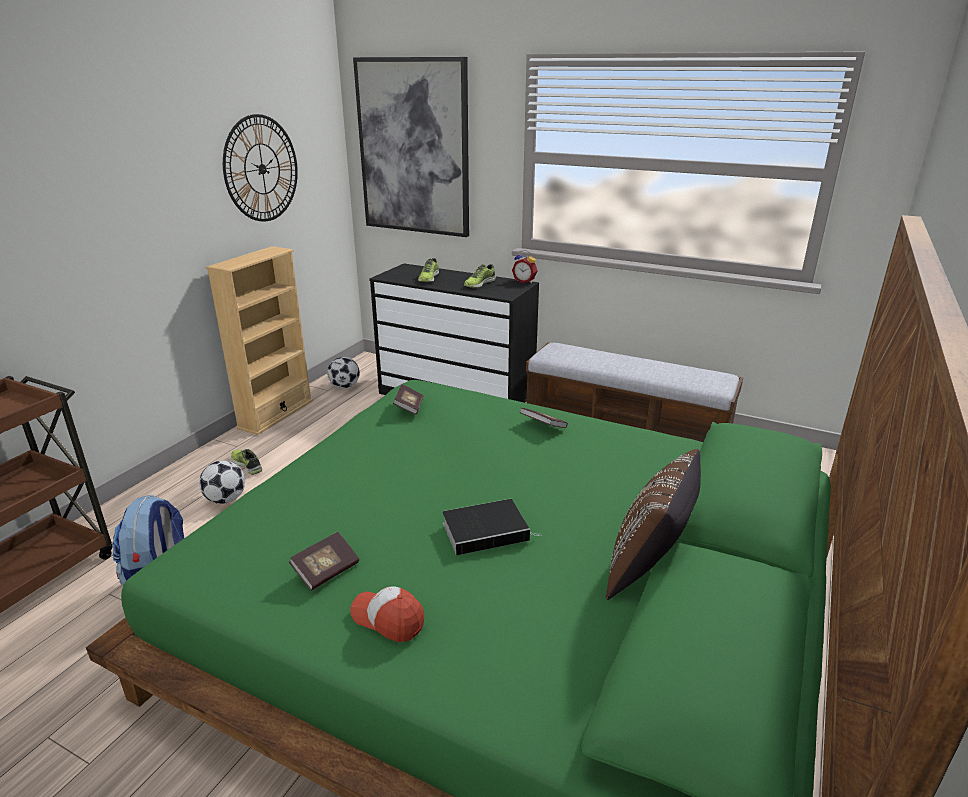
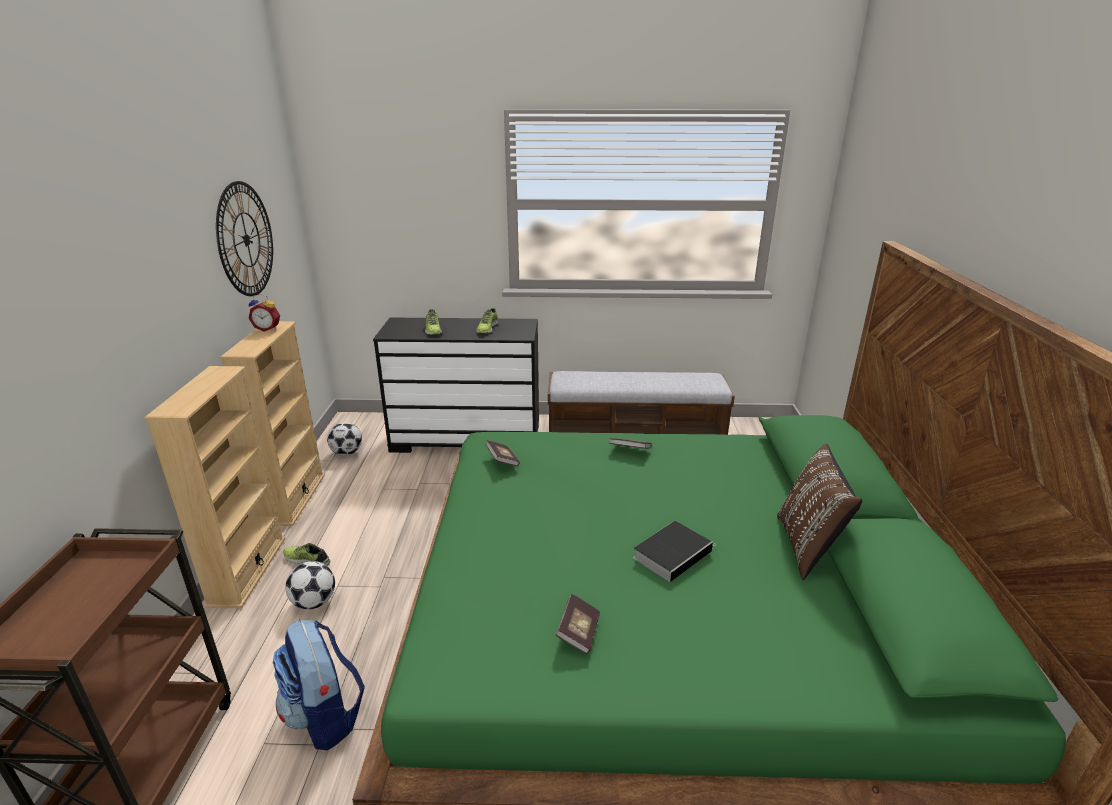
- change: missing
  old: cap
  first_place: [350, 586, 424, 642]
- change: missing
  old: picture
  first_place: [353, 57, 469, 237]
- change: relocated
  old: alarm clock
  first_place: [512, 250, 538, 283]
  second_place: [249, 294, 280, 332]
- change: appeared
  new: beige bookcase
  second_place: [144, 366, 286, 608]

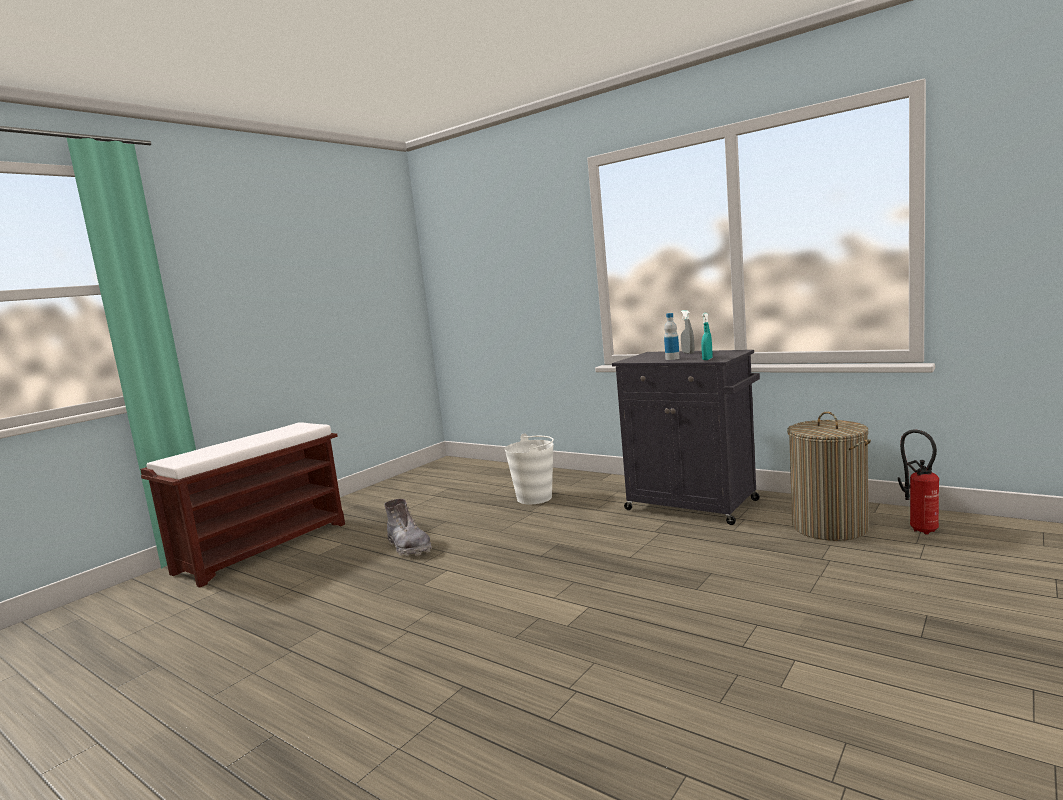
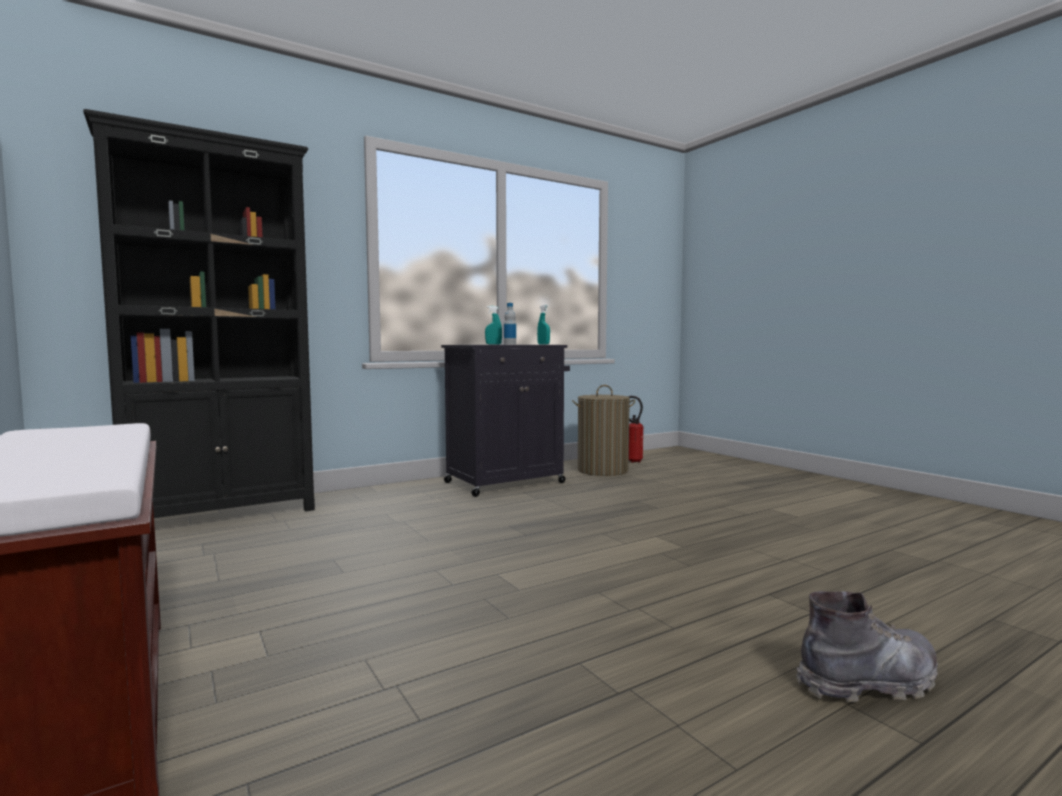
- change: relocated
  old: grey boot
  first_place: [384, 499, 432, 557]
  second_place: [796, 591, 938, 703]
- change: missing
  old: white bucket
  first_place: [505, 433, 554, 504]
- change: colour
  old: grey spray bottle
  new: turquoise spray bottle
  first_place: [681, 310, 694, 354]
  second_place: [485, 306, 502, 345]
- change: appeared
  new: black bookcase
  second_place: [83, 109, 315, 518]

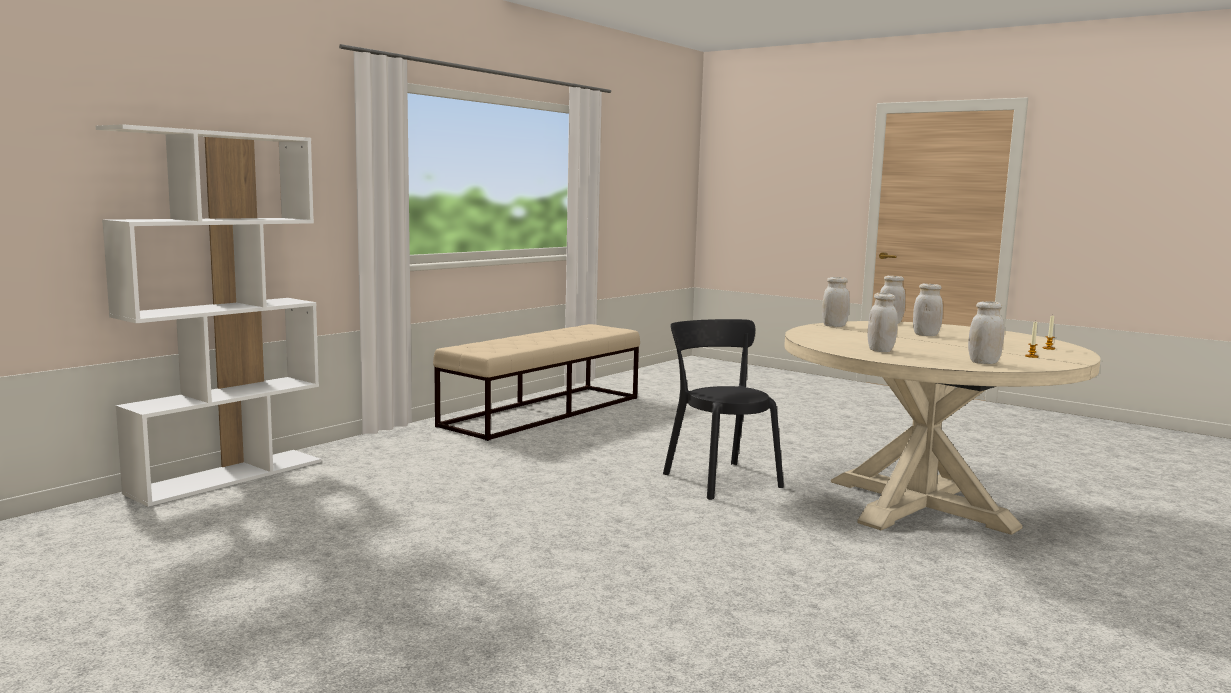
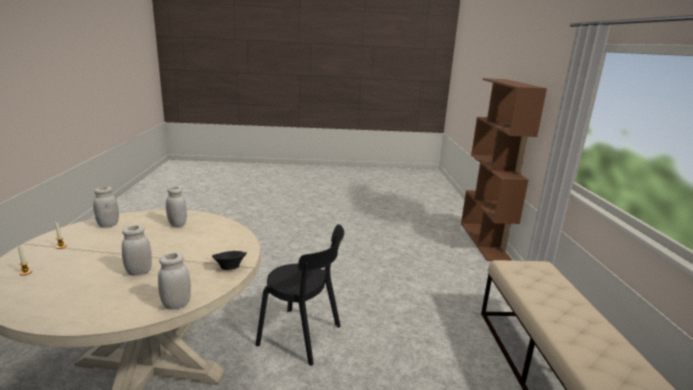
- change: colour
  old: white bookcase
  new: brown bookcase
  first_place: [96, 124, 321, 507]
  second_place: [461, 78, 547, 261]
- change: exchanged
  old: white jar
  new: black bowl
  first_place: [822, 277, 850, 327]
  second_place: [212, 251, 247, 270]

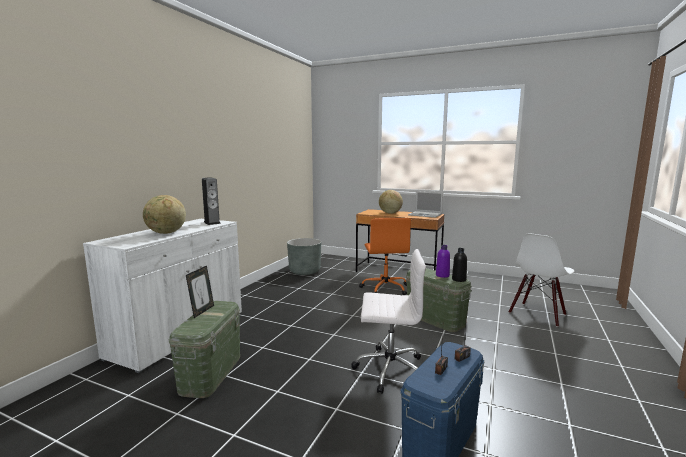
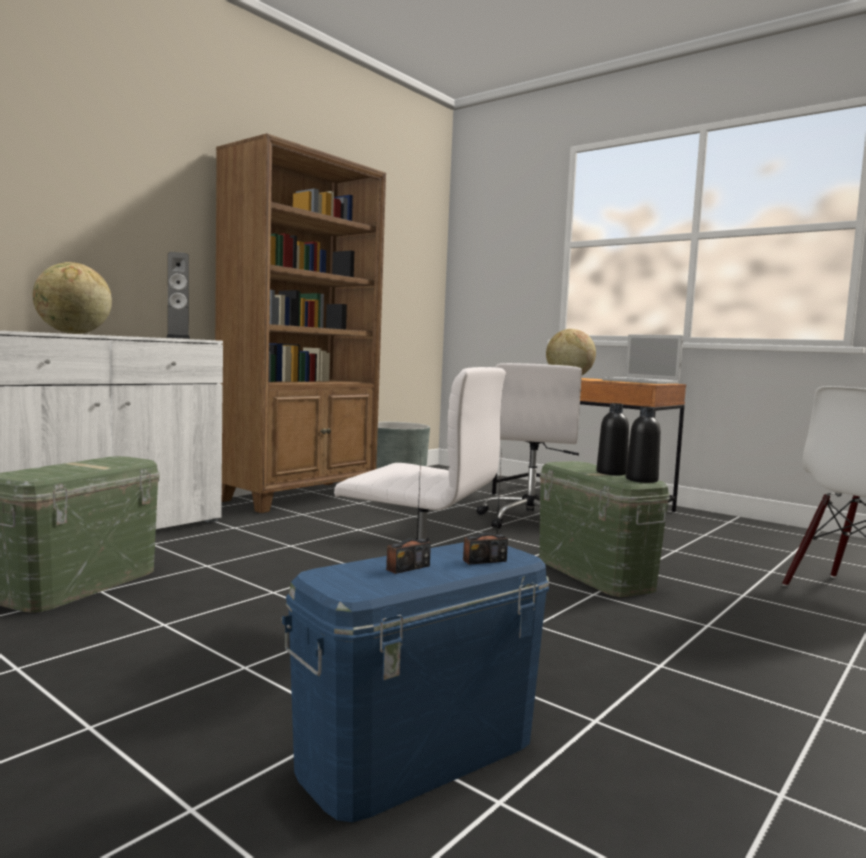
- change: missing
  old: picture frame
  first_place: [186, 266, 214, 318]
- change: colour
  old: orange office chair
  new: white office chair
  first_place: [359, 218, 411, 295]
  second_place: [477, 363, 582, 529]
- change: colour
  old: purple bottle
  new: black bottle
  first_place: [436, 245, 450, 278]
  second_place: [597, 403, 629, 475]
- change: appeared
  new: brown bookcase
  second_place: [215, 133, 386, 513]

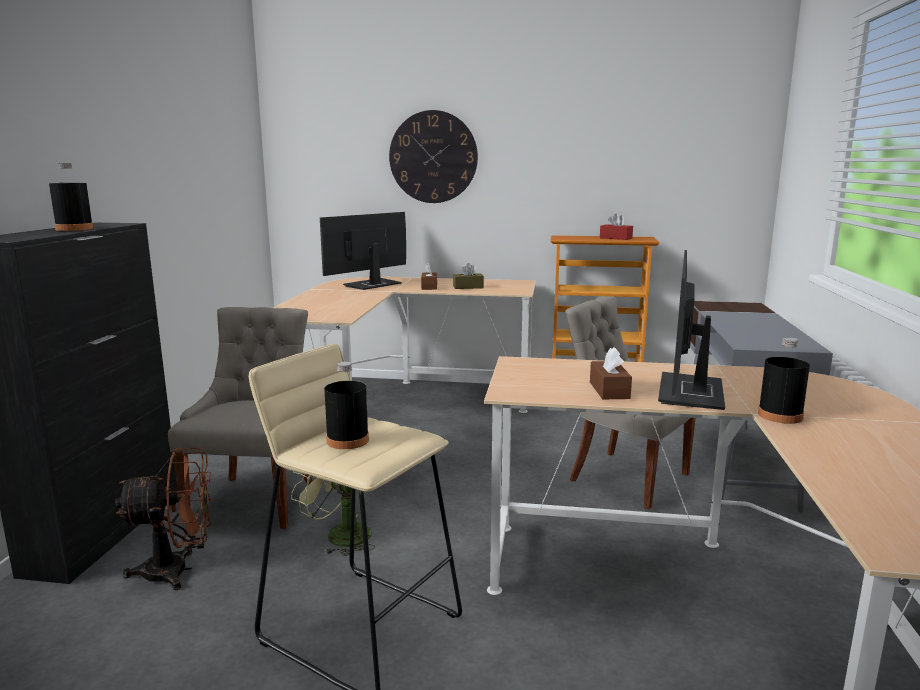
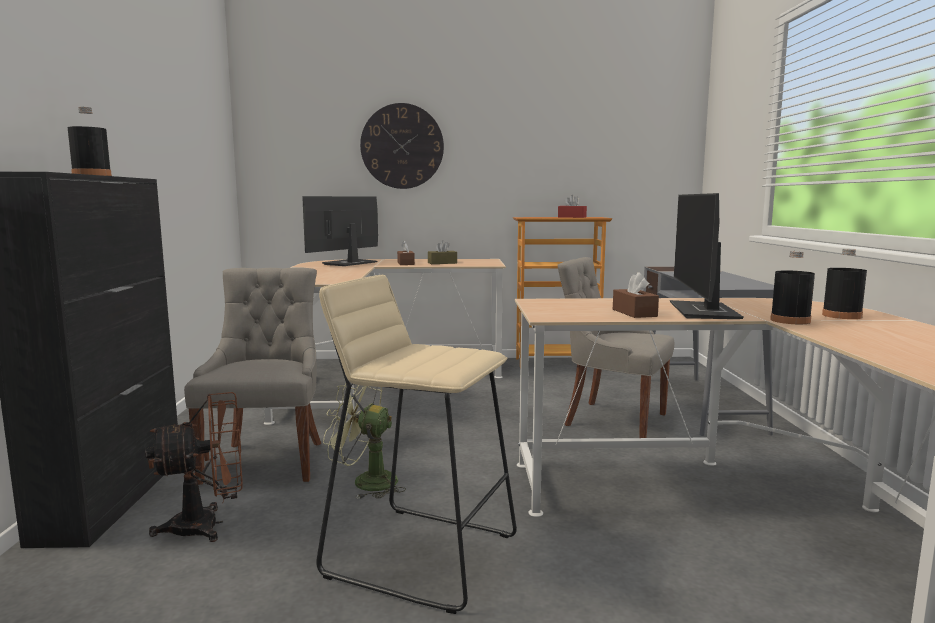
- change: relocated
  old: black bottle
  first_place: [324, 362, 369, 449]
  second_place: [822, 249, 867, 319]

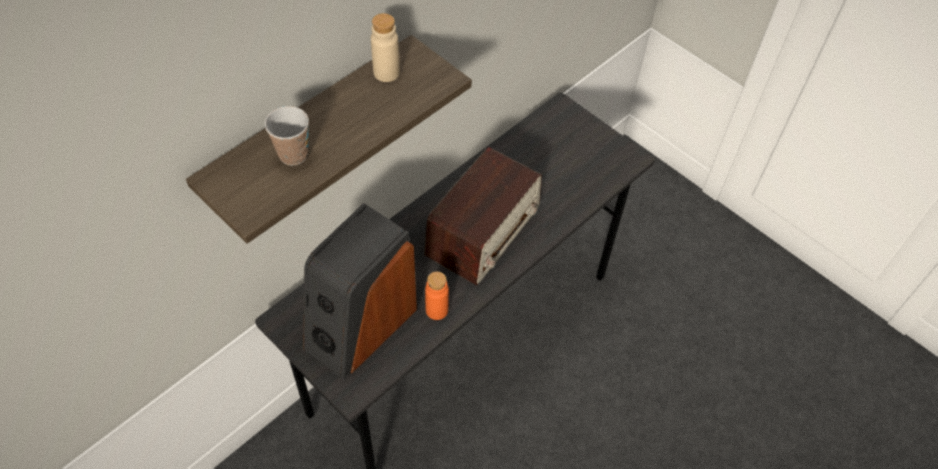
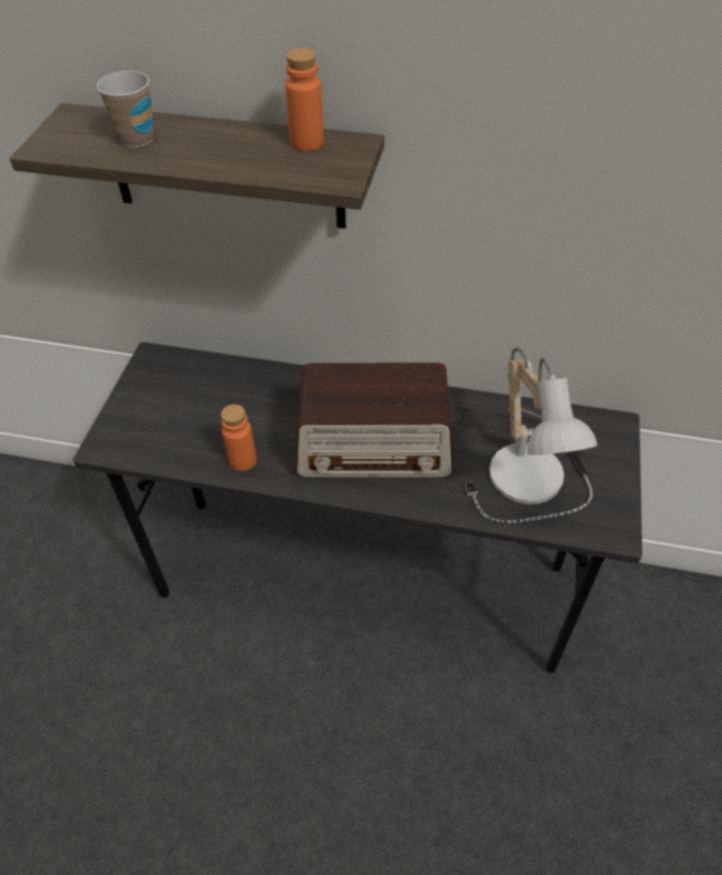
- change: missing
  old: speaker
  first_place: [303, 203, 417, 380]
- change: colour
  old: beige bottle
  new: orange bottle
  first_place: [371, 13, 400, 82]
  second_place: [285, 48, 324, 151]
- change: appeared
  new: table lamp
  second_place: [465, 347, 597, 523]

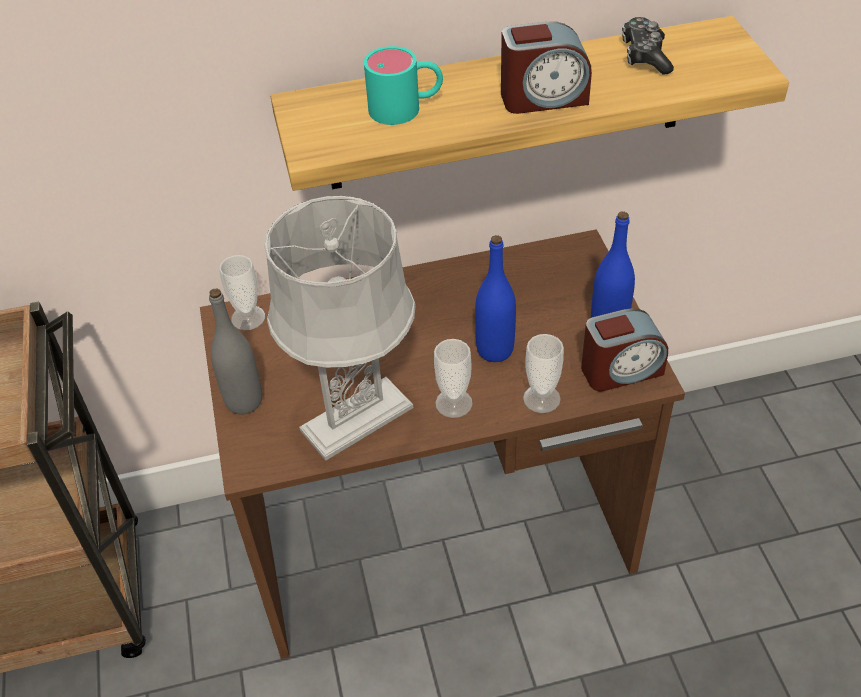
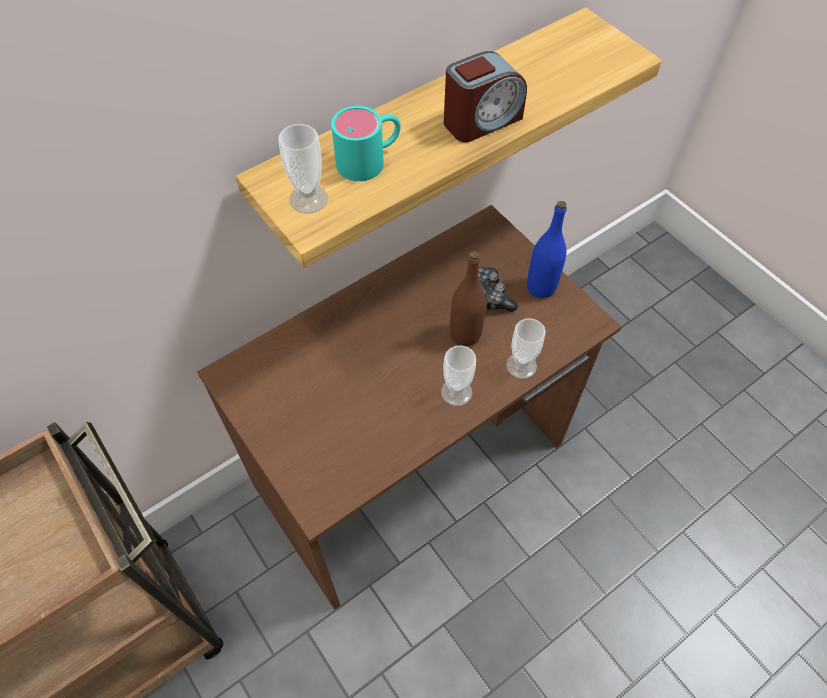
- change: missing
  old: grey bottle
  first_place: [209, 288, 262, 415]
- change: relocated
  old: cup
  first_place: [219, 255, 265, 330]
  second_place: [278, 124, 328, 214]
- change: missing
  old: grey table lamp
  first_place: [264, 196, 416, 461]
- change: colour
  old: blue bottle
  new: brown bottle
  first_place: [475, 235, 516, 362]
  second_place: [450, 251, 486, 346]
- change: missing
  old: alarm clock
  first_place: [581, 308, 668, 392]
- change: relocated
  old: game controller
  first_place: [622, 17, 674, 75]
  second_place: [478, 267, 518, 312]

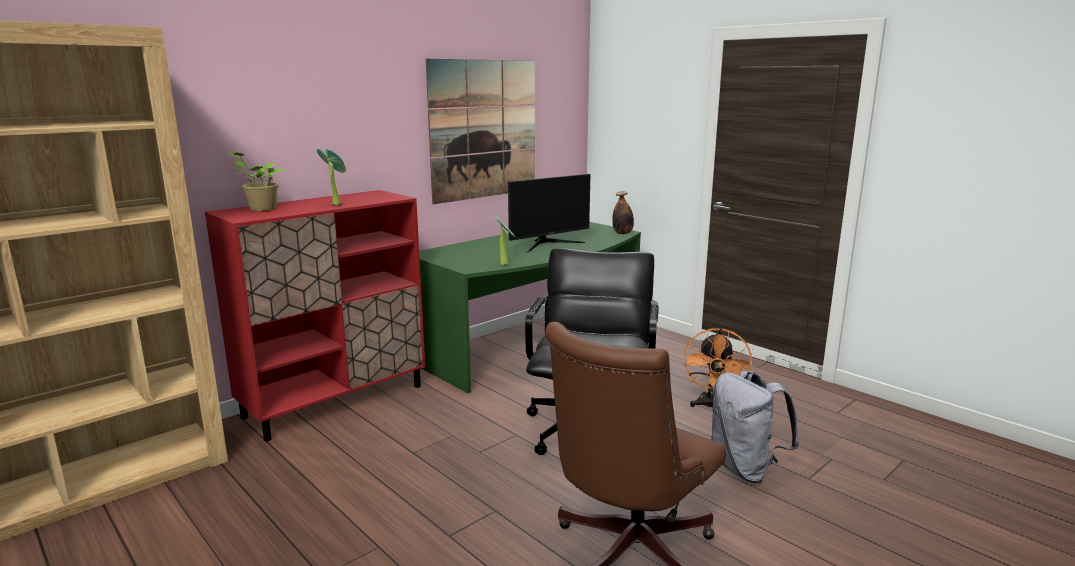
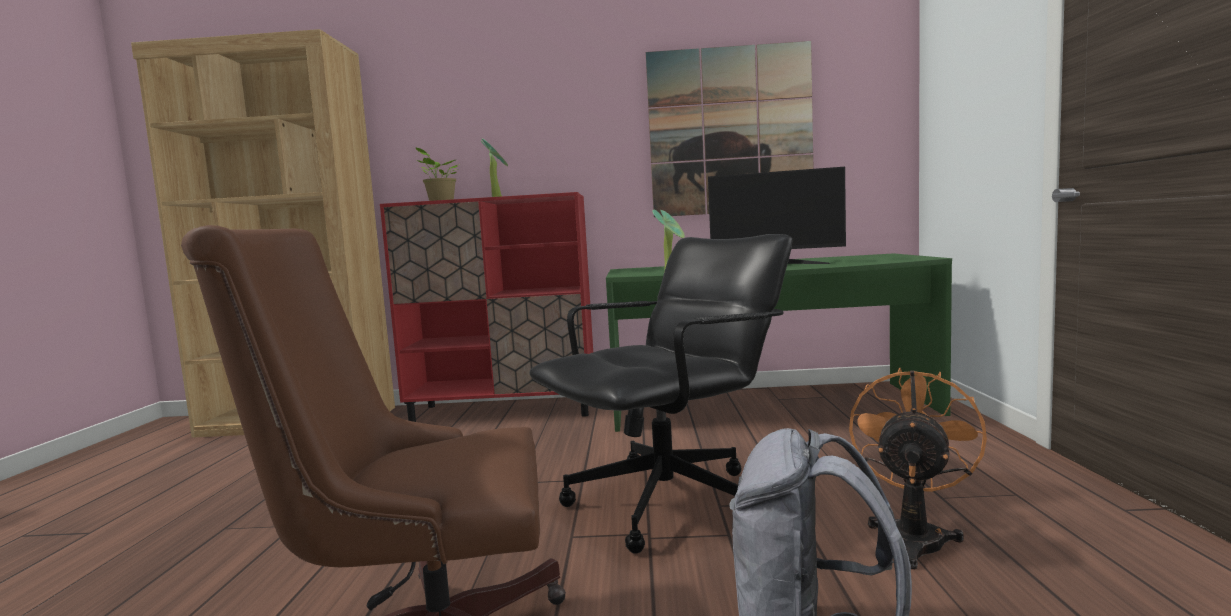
- change: missing
  old: bottle
  first_place: [612, 191, 634, 234]
- change: spun
  old: orange fan
  first_place: [684, 328, 752, 410]
  second_place: [849, 367, 987, 569]
  degrees: 150

